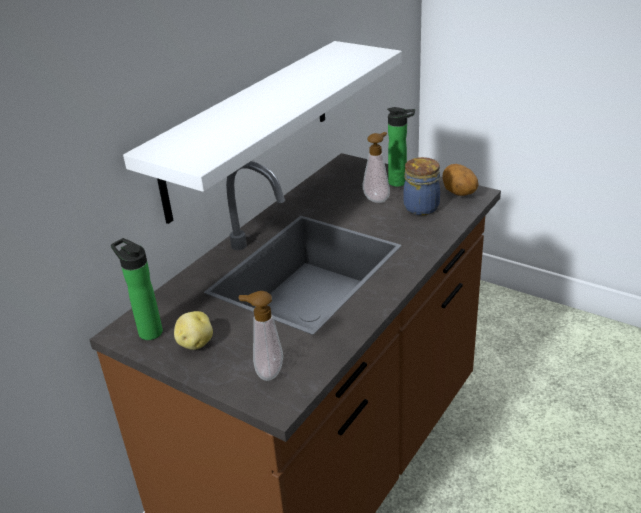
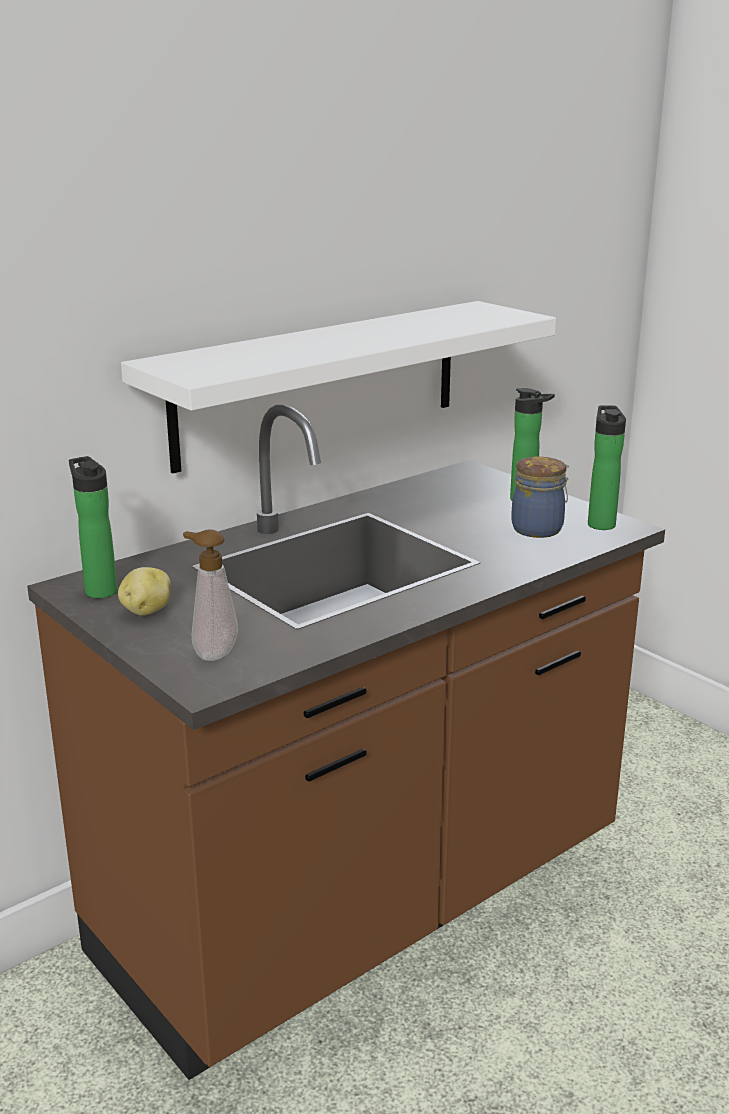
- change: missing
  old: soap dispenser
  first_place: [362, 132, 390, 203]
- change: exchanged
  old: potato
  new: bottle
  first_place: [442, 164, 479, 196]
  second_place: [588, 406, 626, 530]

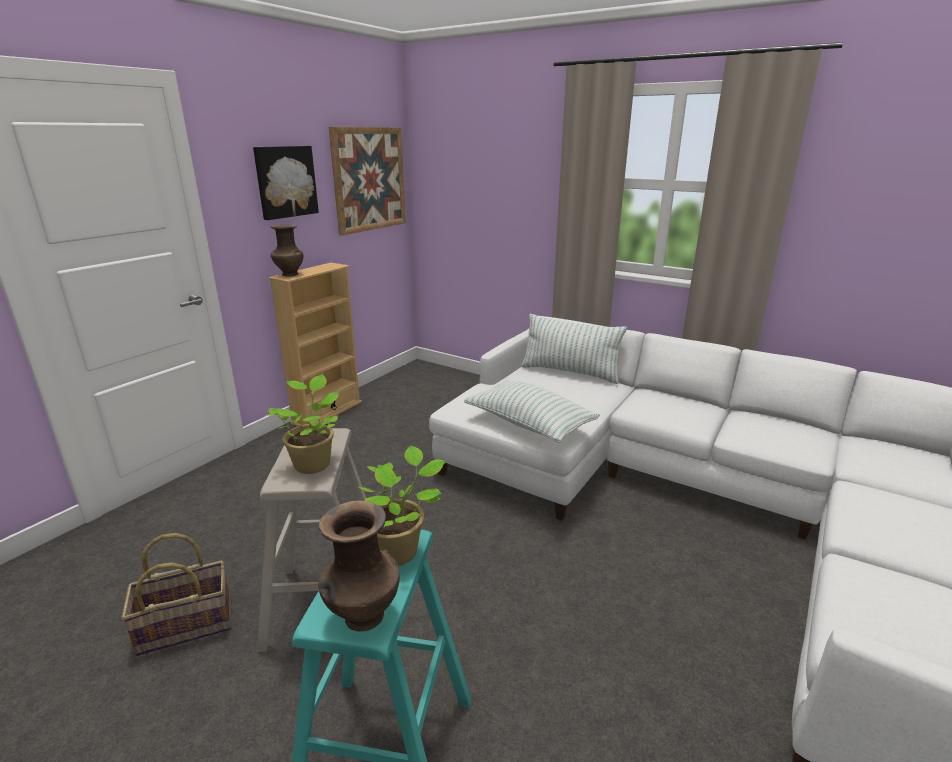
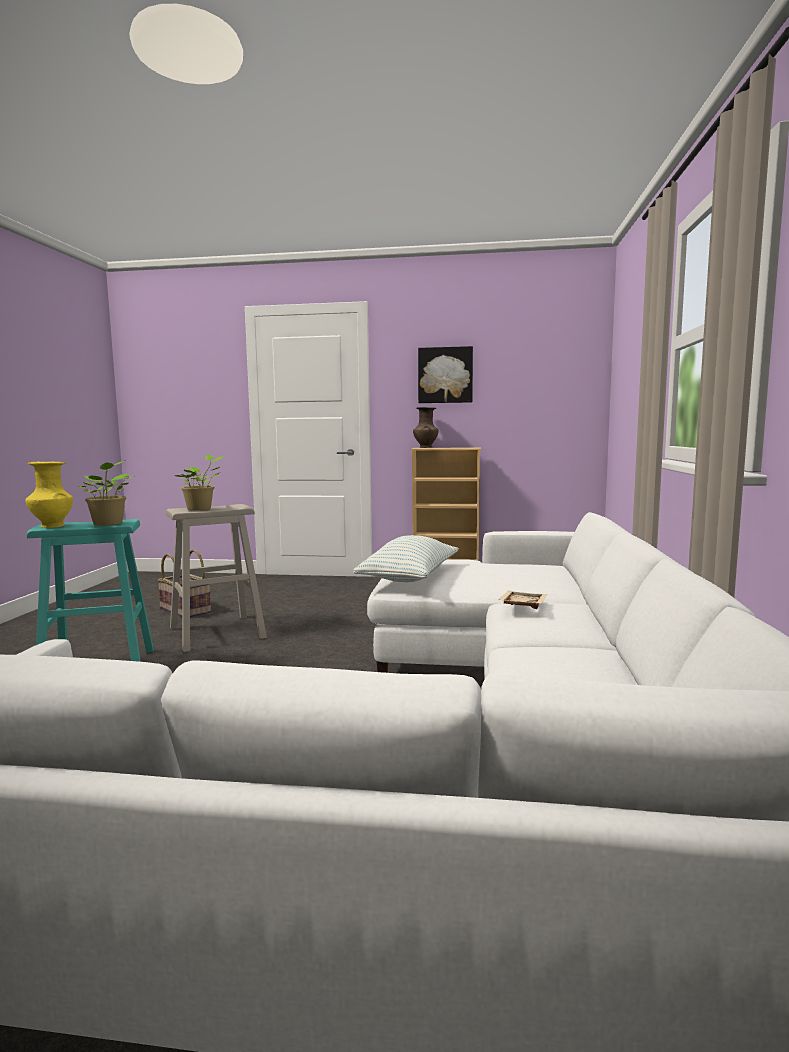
- change: colour
  old: brown vase
  new: yellow vase
  first_place: [318, 500, 400, 632]
  second_place: [25, 462, 73, 528]
- change: missing
  old: picture
  first_place: [329, 127, 406, 236]
- change: missing
  old: pillow
  first_place: [521, 314, 627, 384]
- change: appeared
  new: beige tray
  second_place: [498, 591, 547, 609]

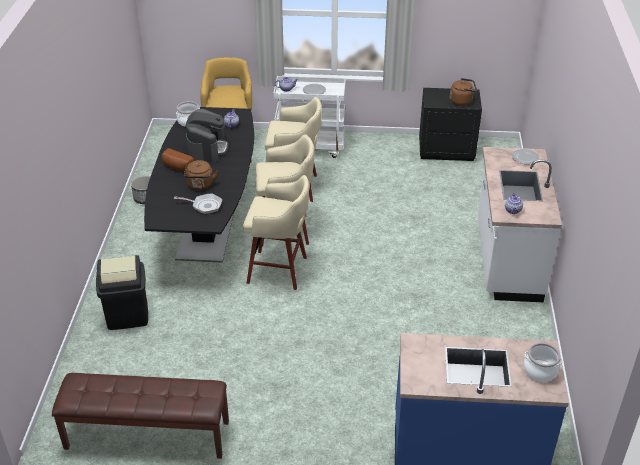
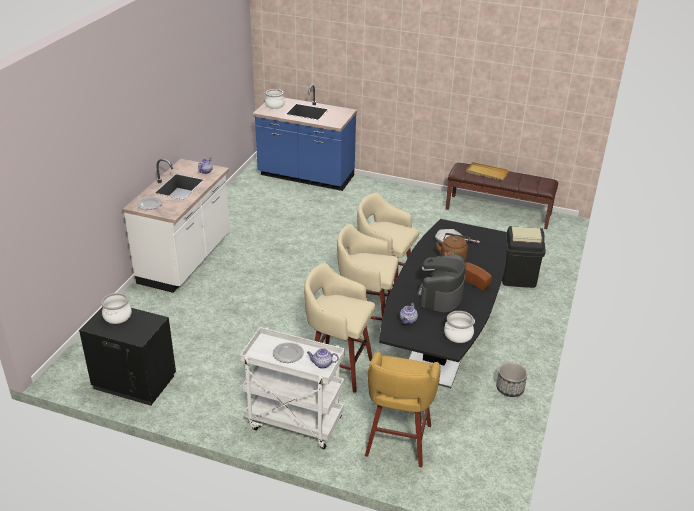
- change: exchanged
  old: brown kettle
  new: cooking pot
  first_place: [450, 78, 477, 106]
  second_place: [101, 293, 132, 324]
- change: appeared
  new: beige tray
  second_place: [466, 162, 509, 180]

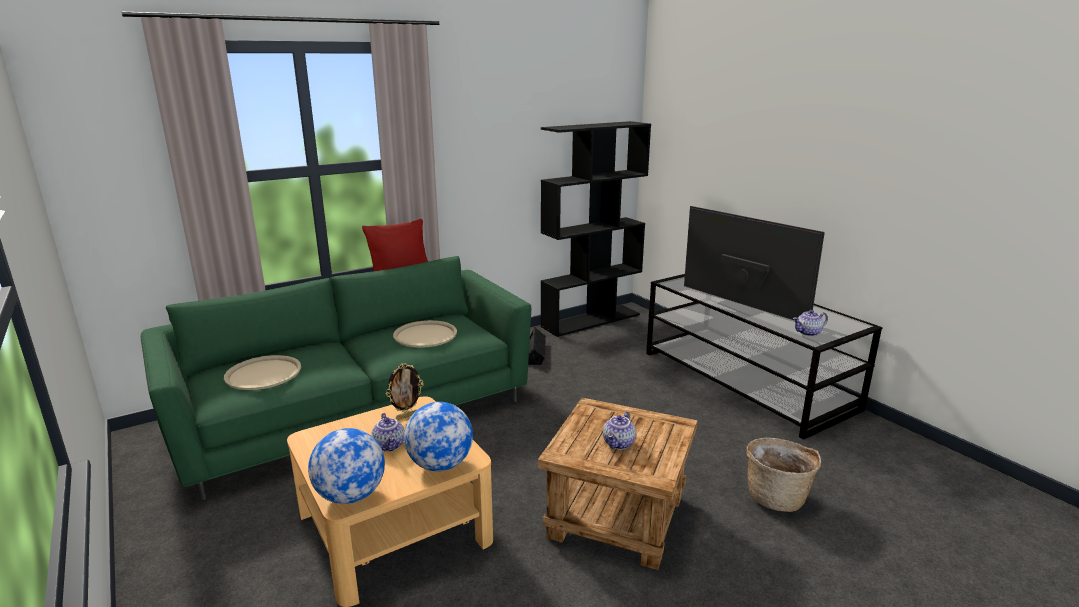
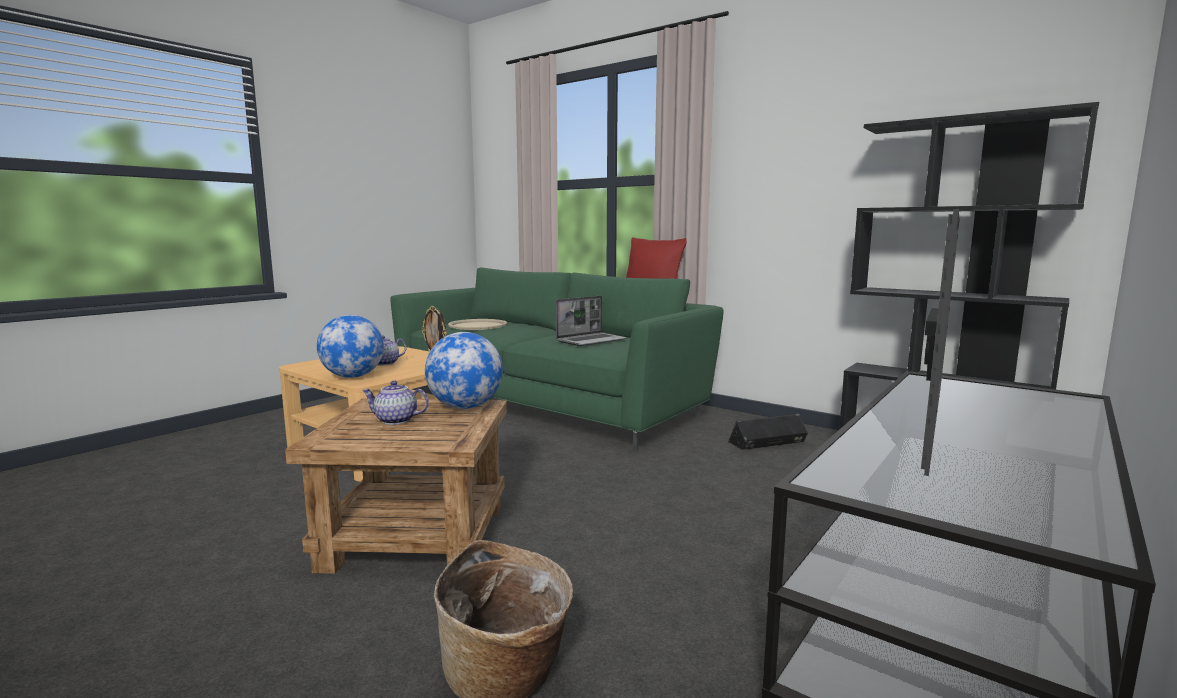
- change: relocated
  old: globe
  first_place: [308, 428, 385, 504]
  second_place: [425, 332, 503, 409]
- change: exchanged
  old: beige tray
  new: laptop
  first_place: [393, 320, 457, 348]
  second_place: [556, 296, 627, 346]
- change: missing
  old: teapot
  first_place: [793, 310, 828, 337]

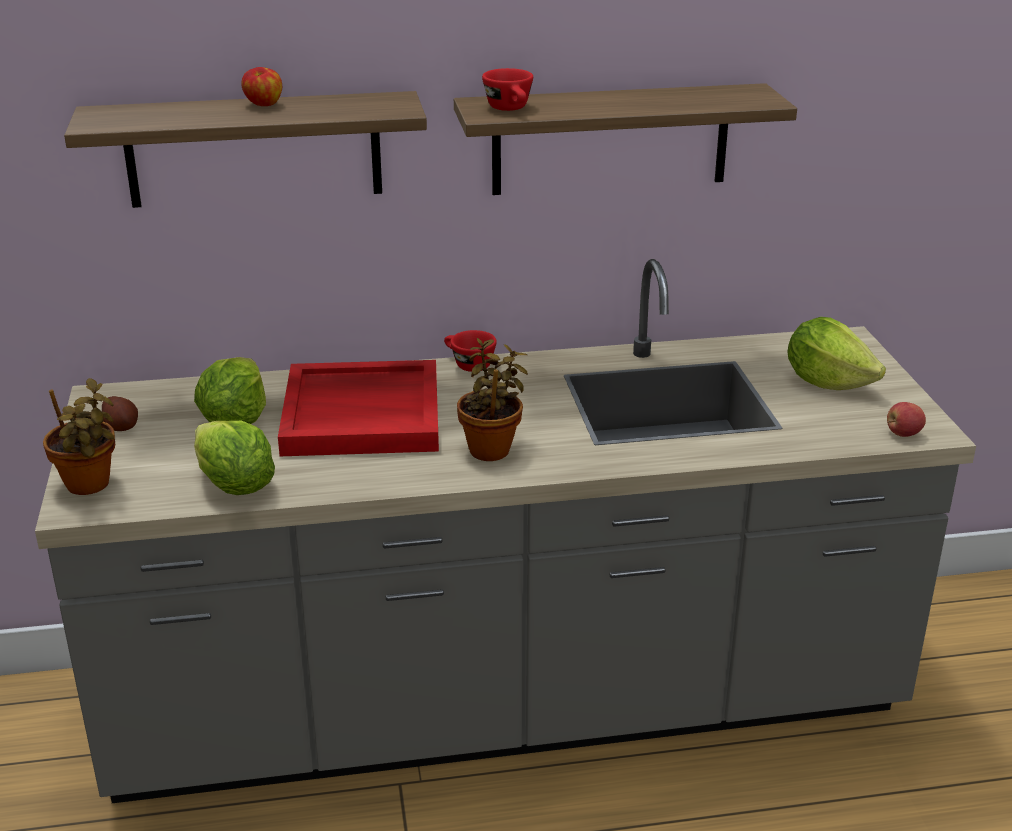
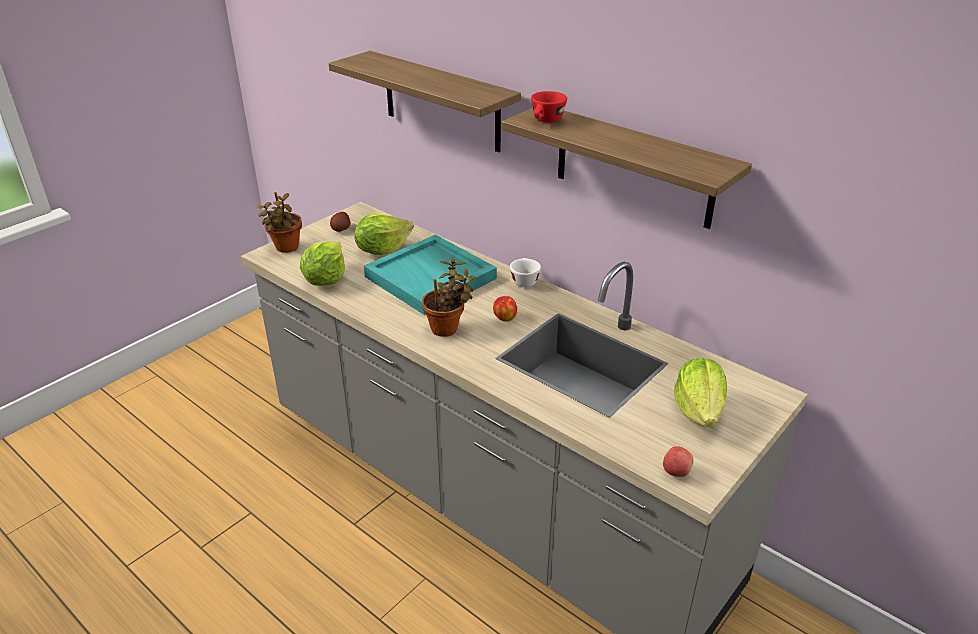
- change: relocated
  old: apple
  first_place: [241, 67, 282, 106]
  second_place: [493, 296, 517, 321]
- change: colour
  old: red tray
  new: turquoise tray
  first_place: [278, 360, 439, 456]
  second_place: [364, 234, 497, 315]
- change: colour
  old: red cup
  new: white cup
  first_place: [444, 330, 497, 372]
  second_place: [510, 258, 541, 287]

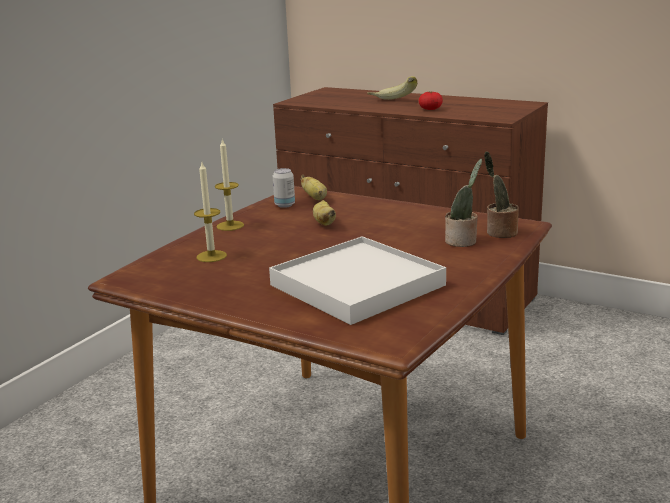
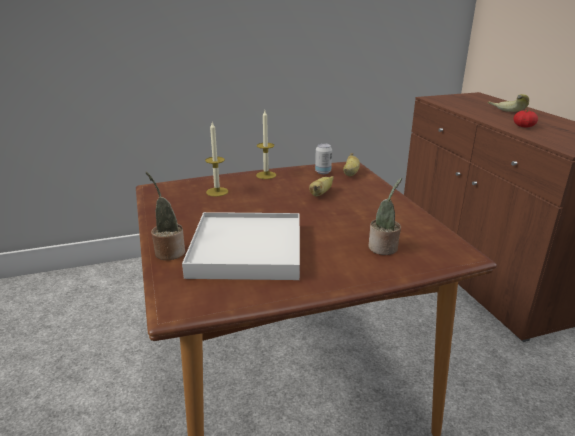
- change: relocated
  old: potted plant
  first_place: [484, 151, 519, 238]
  second_place: [146, 172, 185, 260]

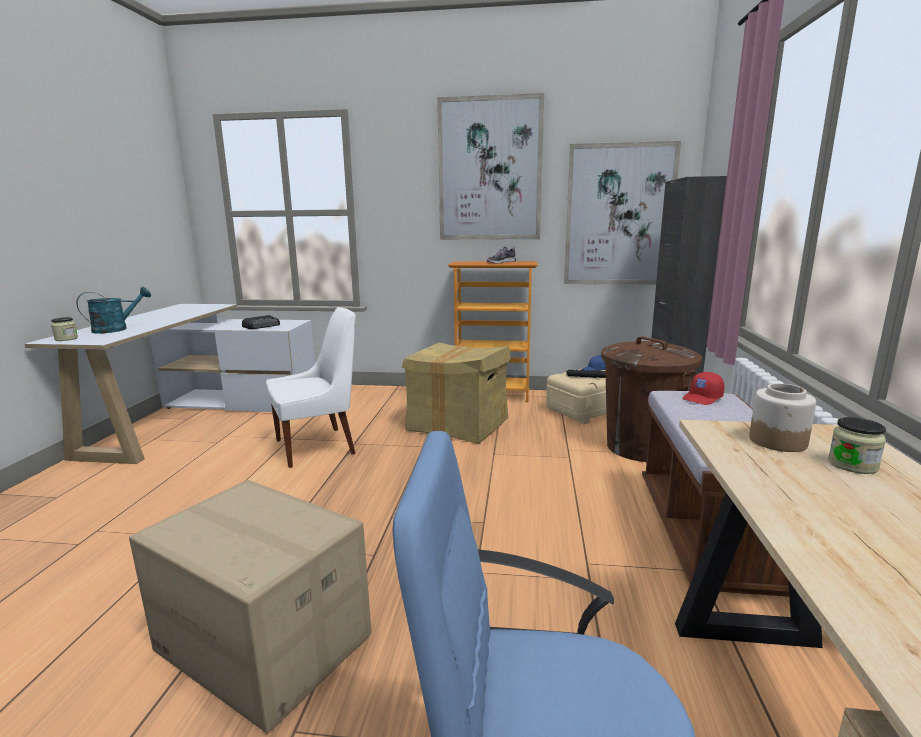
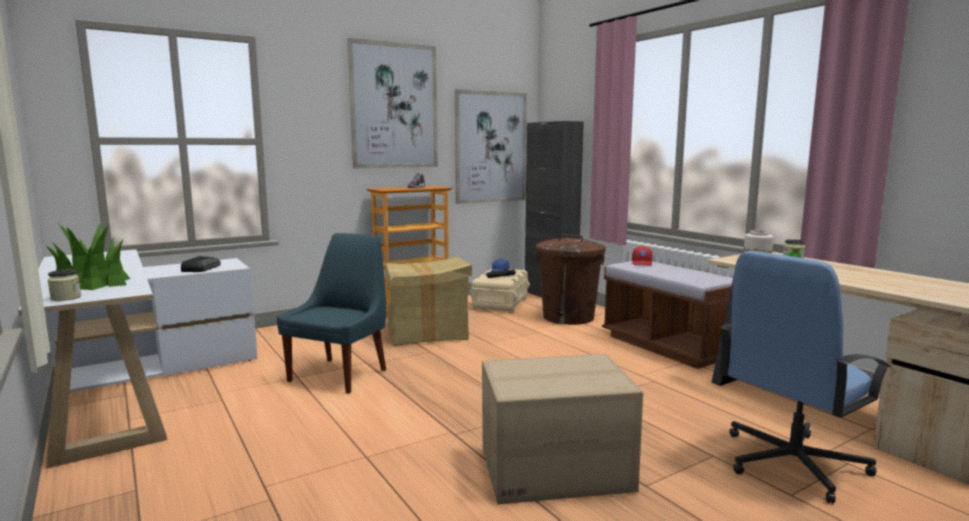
- change: exchanged
  old: turquoise watering can
  new: potted plant
  first_place: [76, 287, 151, 334]
  second_place: [45, 221, 130, 290]
- change: colour
  old: white chair
  new: blue chair
  first_place: [266, 307, 356, 468]
  second_place: [277, 233, 386, 394]

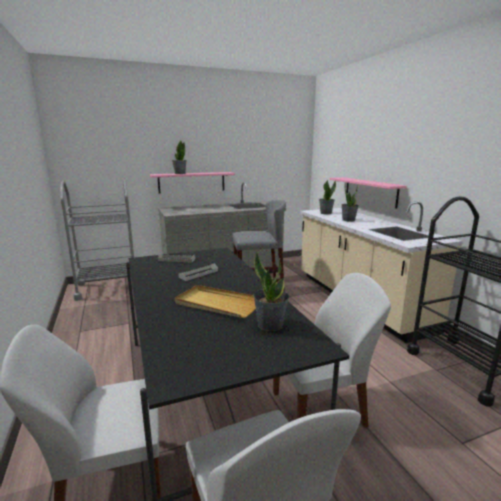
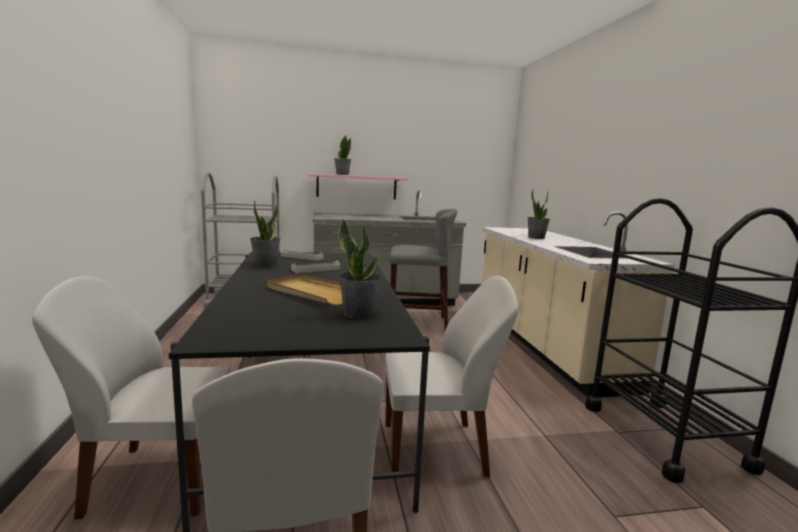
- change: relocated
  old: potted plant
  first_place: [319, 180, 336, 215]
  second_place: [250, 200, 280, 267]
- change: missing
  old: pink shelf
  first_place: [329, 177, 407, 208]

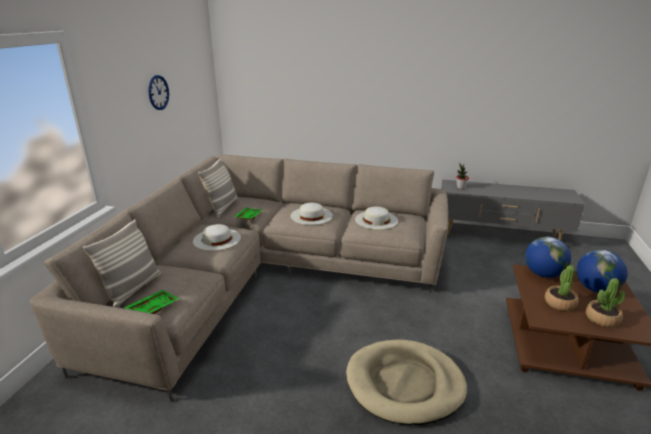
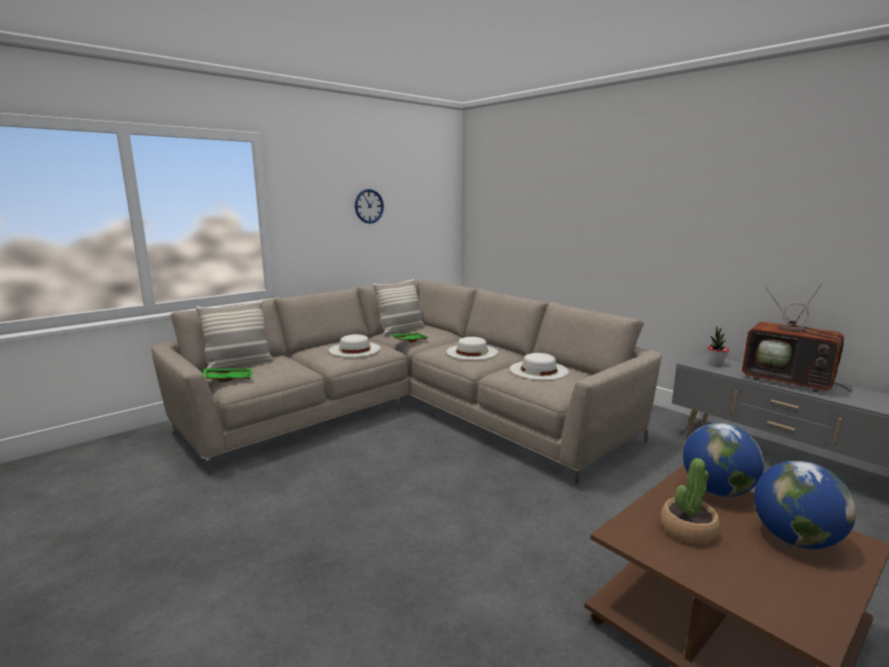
- change: missing
  old: beige dog bed
  first_place: [346, 339, 467, 425]
- change: missing
  old: potted plant
  first_place: [586, 278, 625, 327]
- change: appeared
  new: television
  second_place: [742, 284, 853, 392]

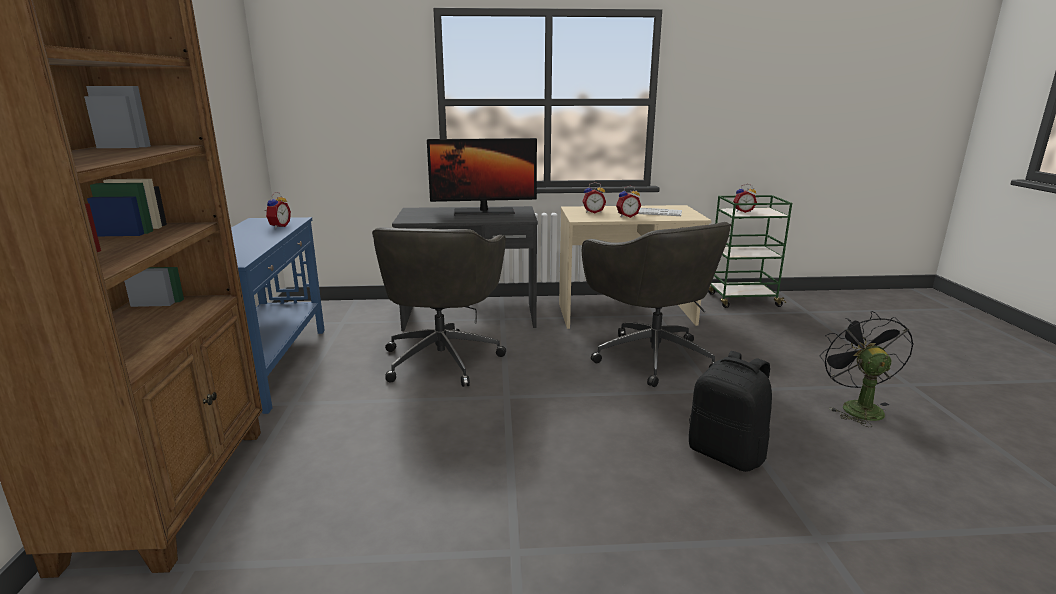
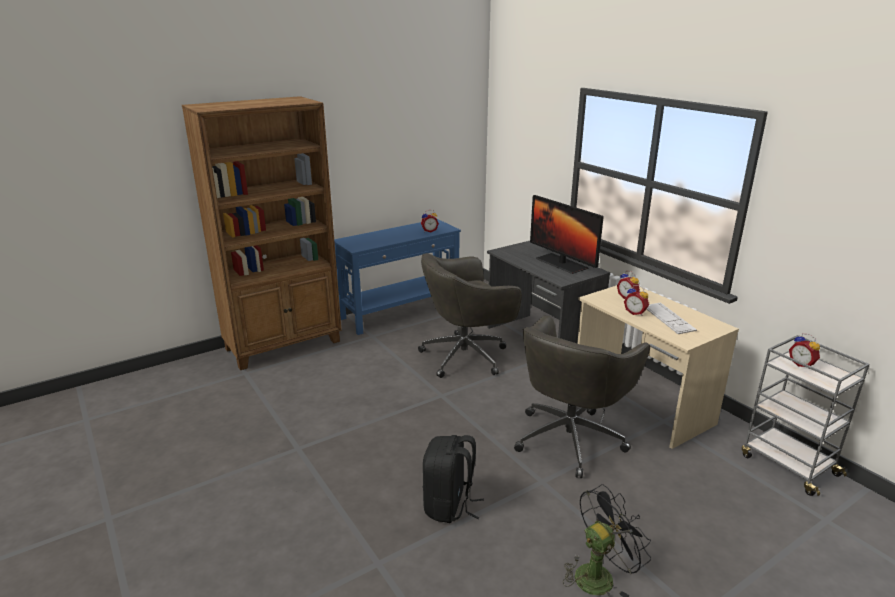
- change: colour
  old: green cart
  new: grey cart
  first_place: [708, 195, 792, 308]
  second_place: [742, 335, 870, 496]

